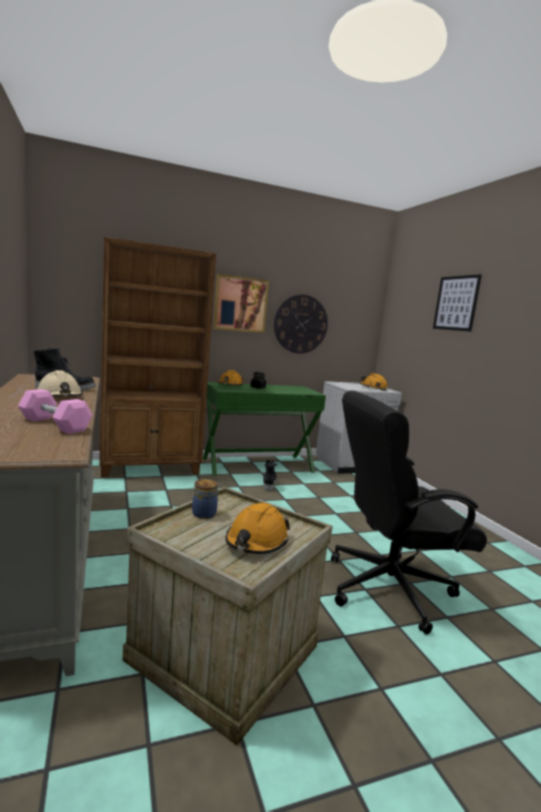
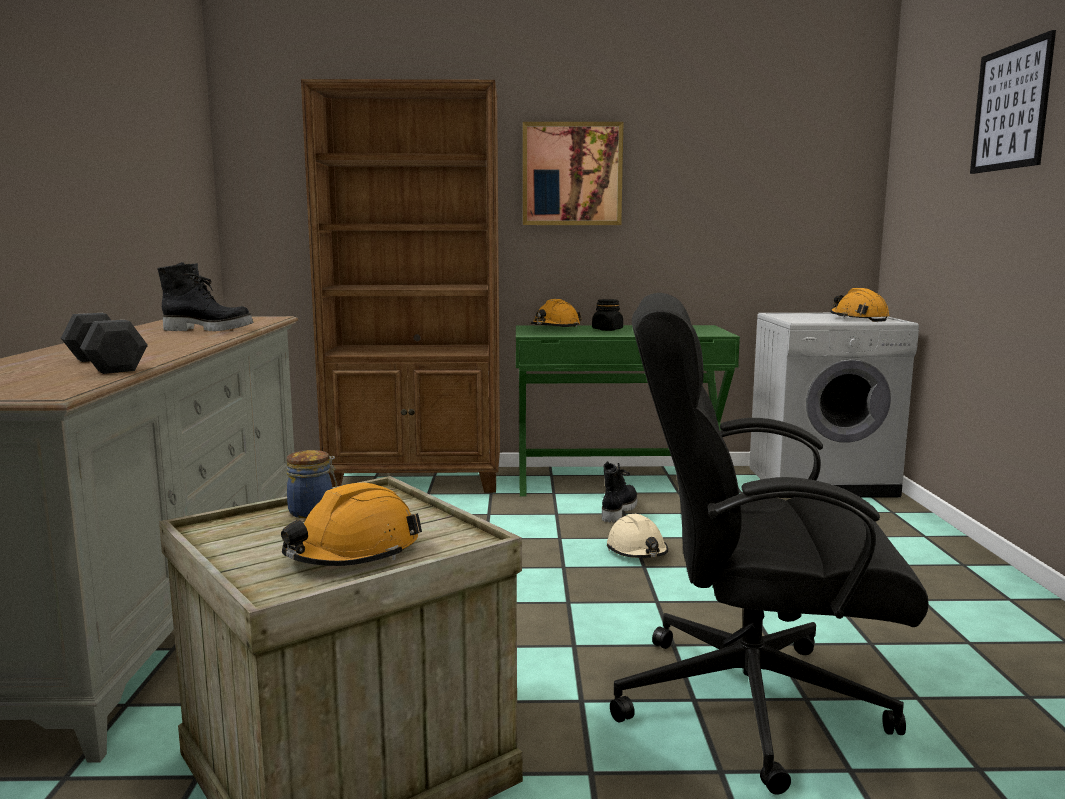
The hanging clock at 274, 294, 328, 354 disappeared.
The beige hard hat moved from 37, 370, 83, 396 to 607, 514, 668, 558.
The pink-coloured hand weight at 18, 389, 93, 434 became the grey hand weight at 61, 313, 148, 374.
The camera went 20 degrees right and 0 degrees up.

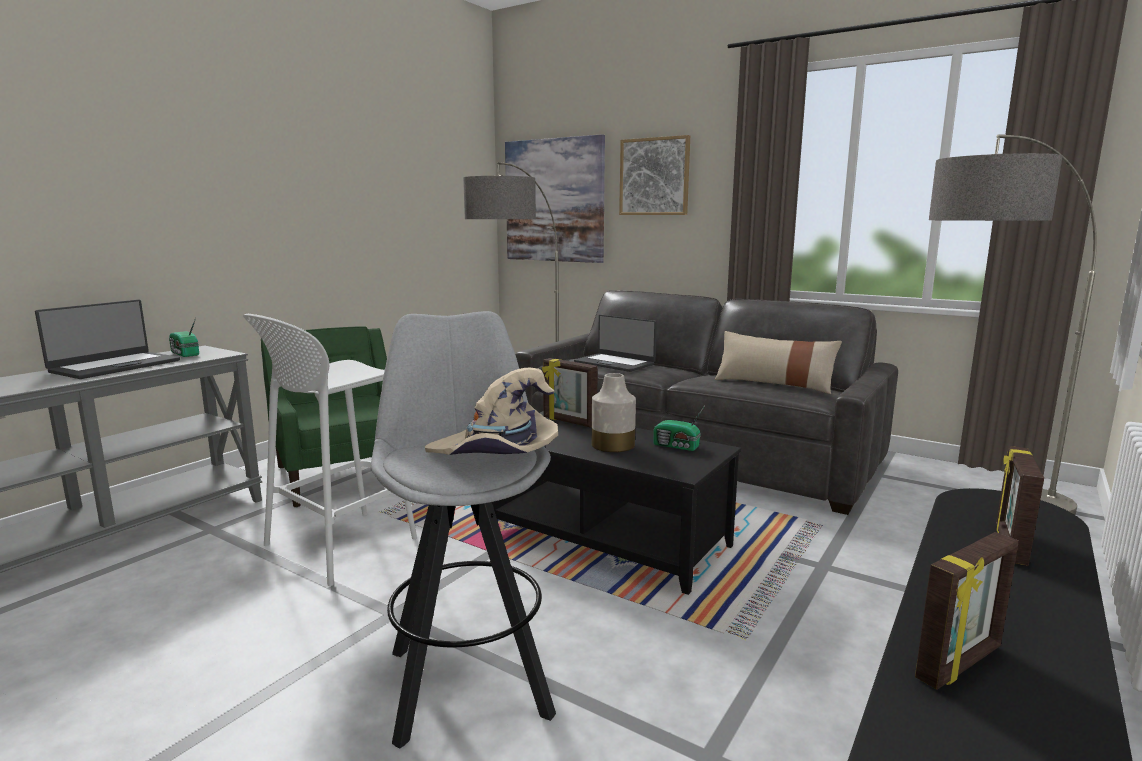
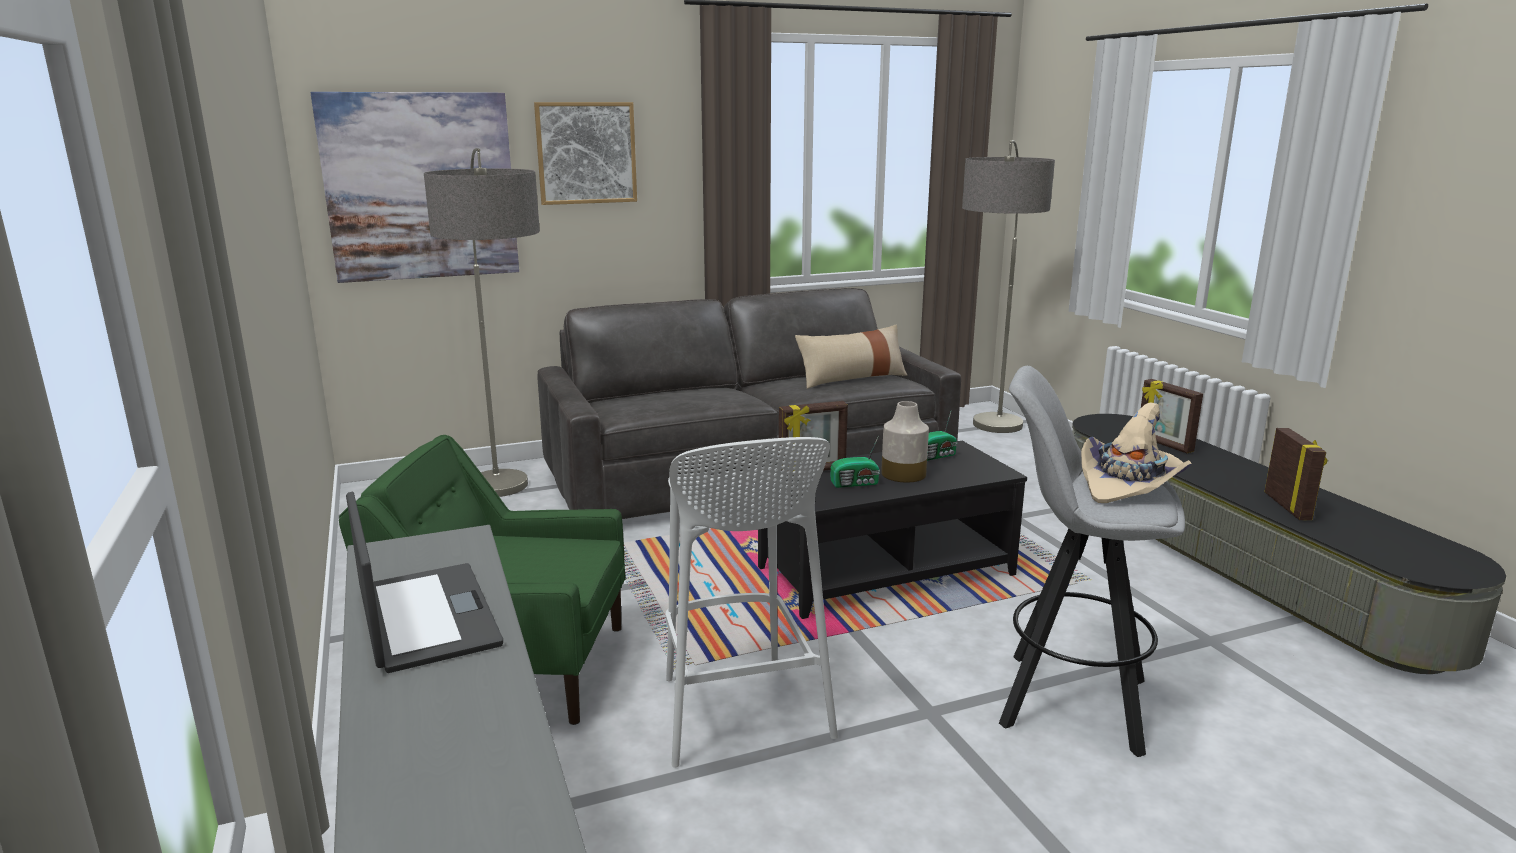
The notebook computer at 574, 315, 657, 372 disappeared.
The radio set moved from 169, 318, 199, 357 to 831, 437, 880, 488.
The camera went 55 degrees left and 5 degrees up.

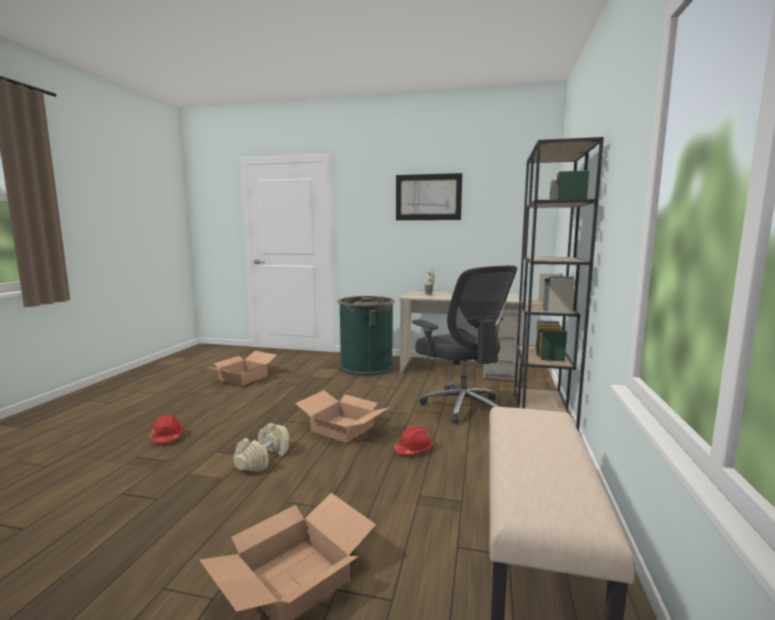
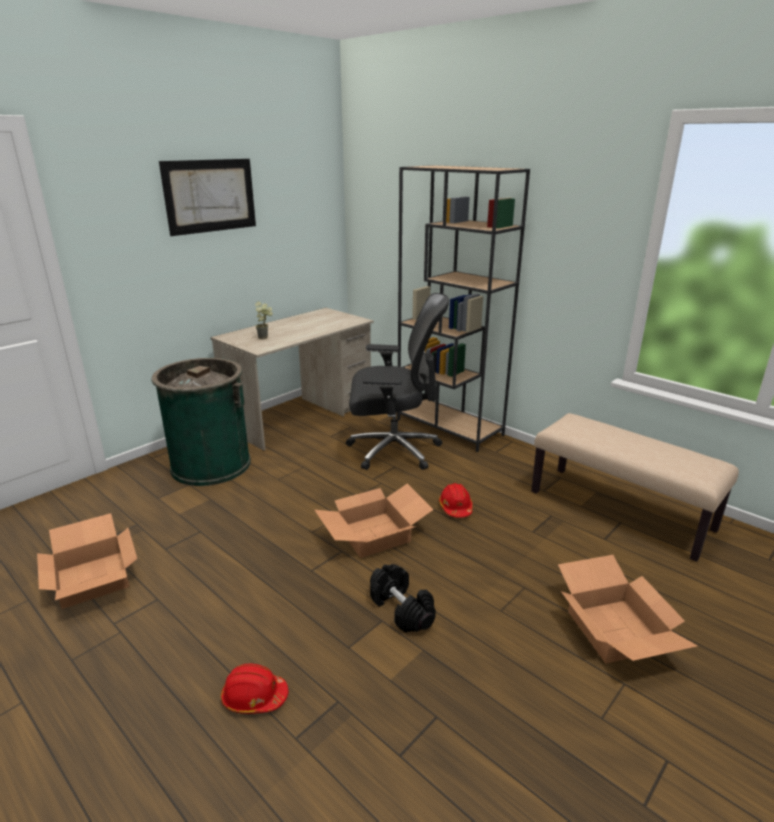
The beige hand weight at 234, 423, 289, 473 became the black-coloured hand weight at 370, 564, 436, 633.
The camera went 60 degrees left and 15 degrees up.

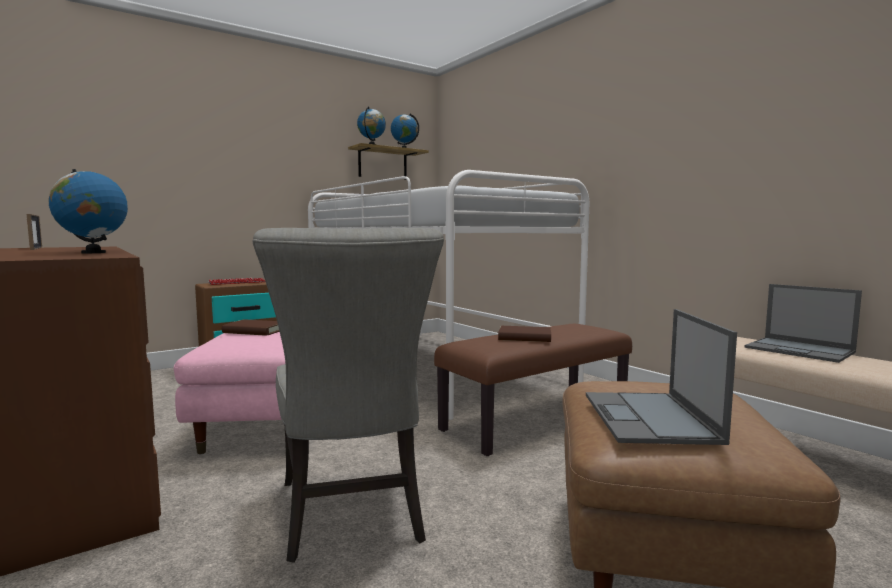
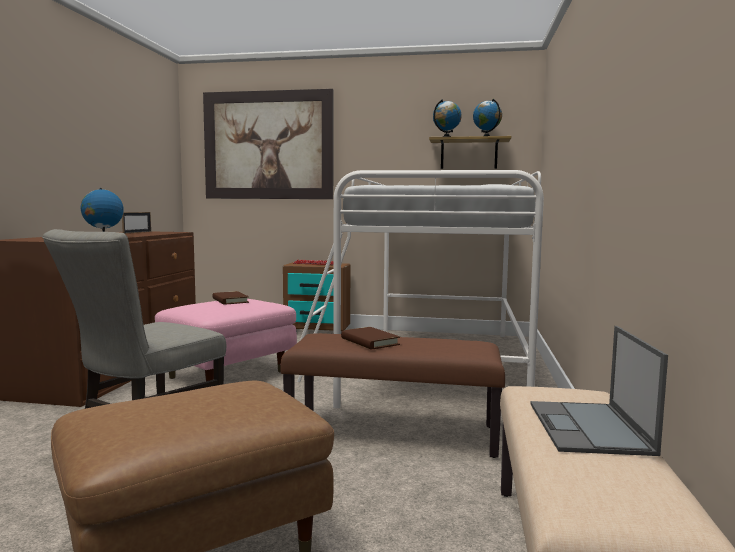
The notebook computer at 586, 309, 737, 445 disappeared.
The wall art at 203, 89, 334, 199 appeared.
The camera went 45 degrees right and 0 degrees up.

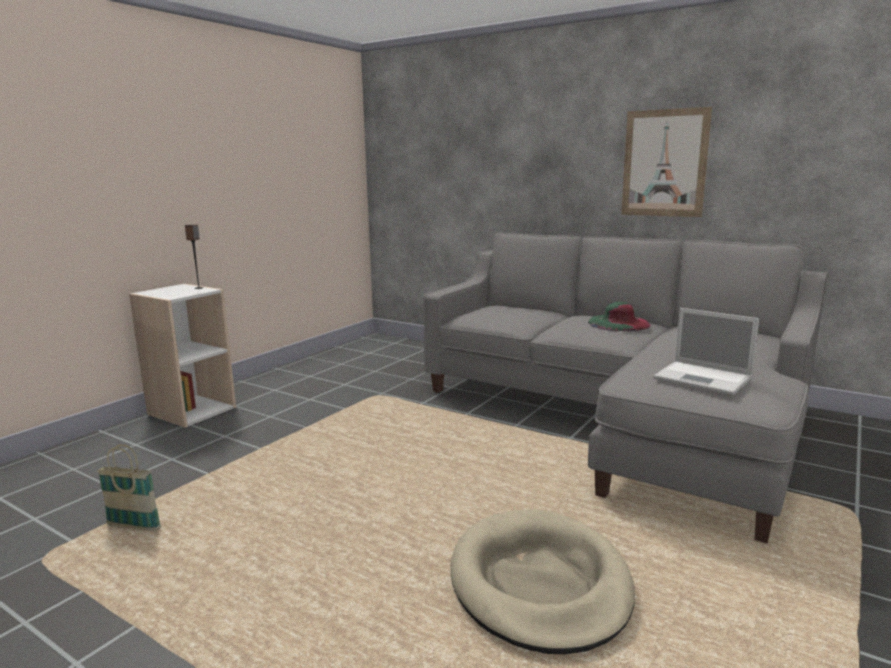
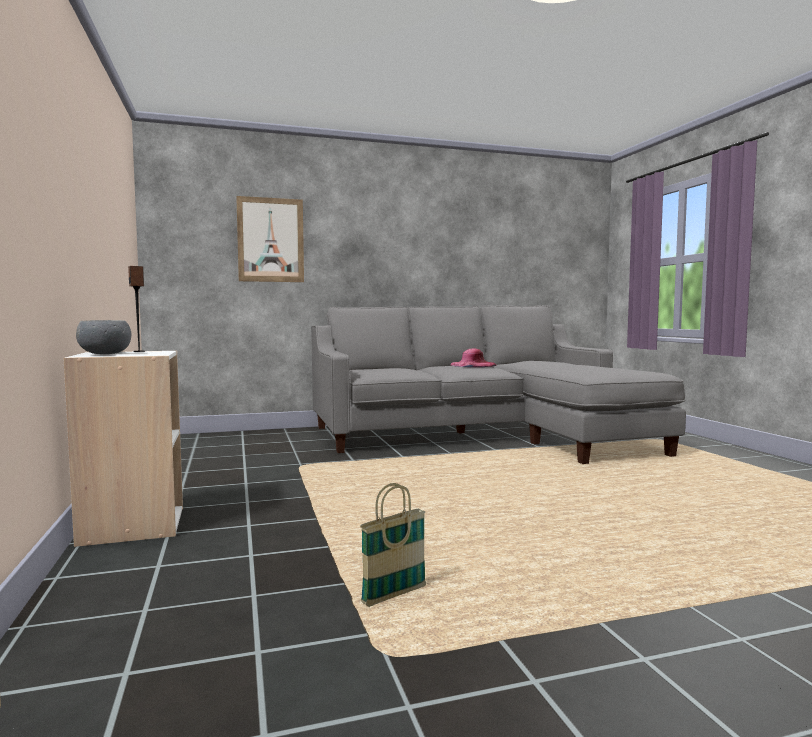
The beige pet bed at 450, 509, 635, 654 disappeared.
The notebook computer at 653, 308, 759, 395 disappeared.
The grey deep dish at 76, 320, 131, 354 appeared.
The wall art moved from 621, 107, 712, 217 to 236, 196, 304, 282.
The green hat at 588, 302, 651, 331 became the pink-coloured hat at 450, 348, 497, 367.
The camera went 50 degrees left and 10 degrees down.

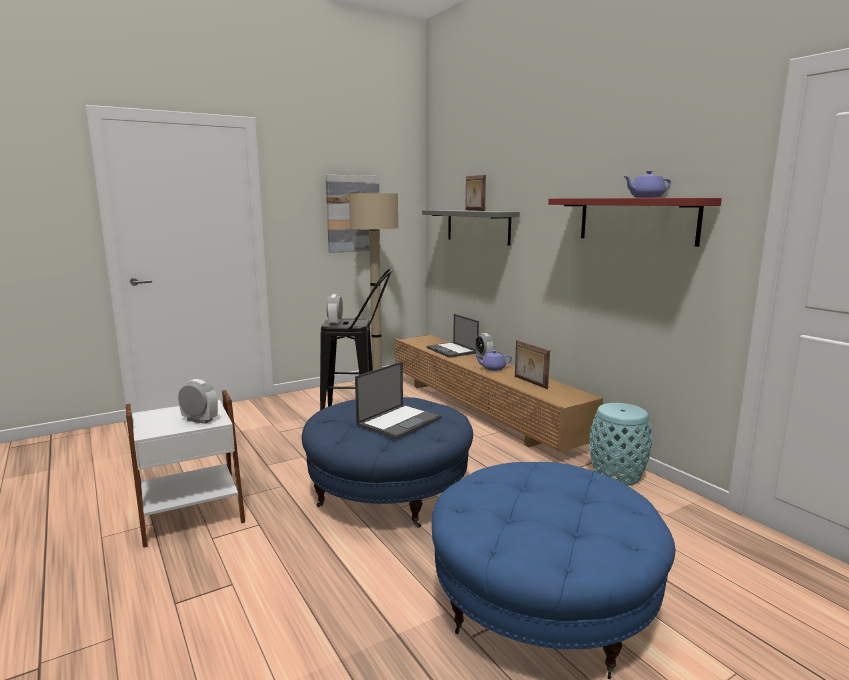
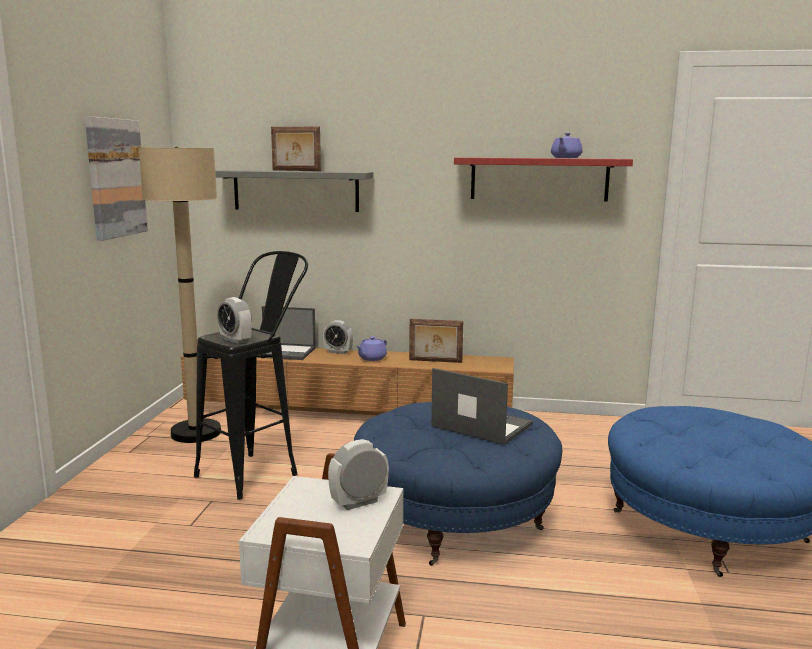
The turquoise stool seat at 589, 403, 652, 486 disappeared.
The notebook computer at 355, 362, 442, 440 turned 45 degrees counterclockwise.
The camera went 50 degrees left and 0 degrees up.

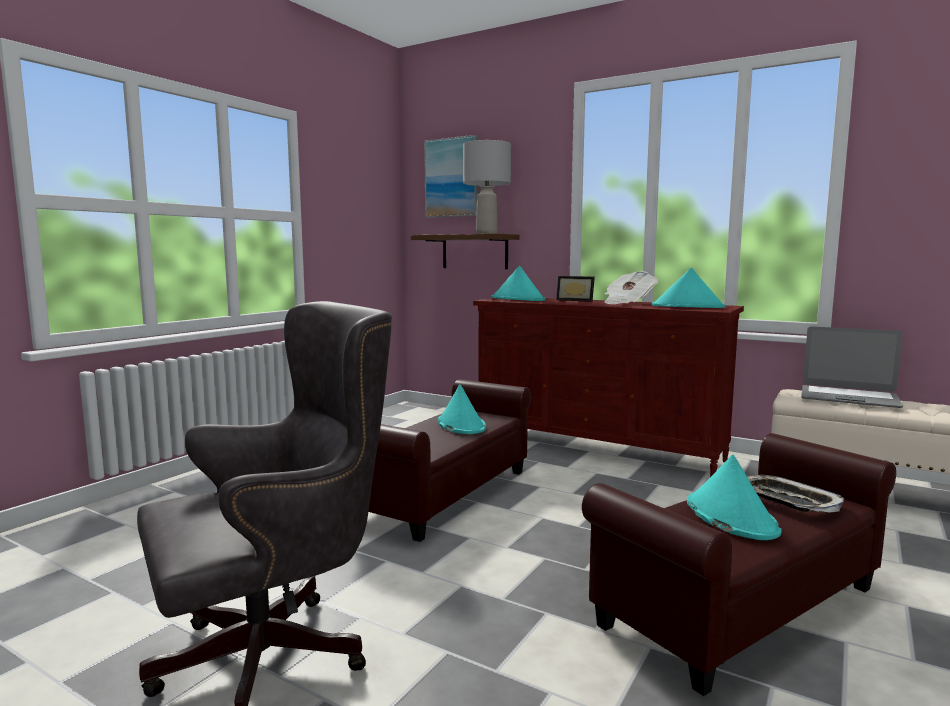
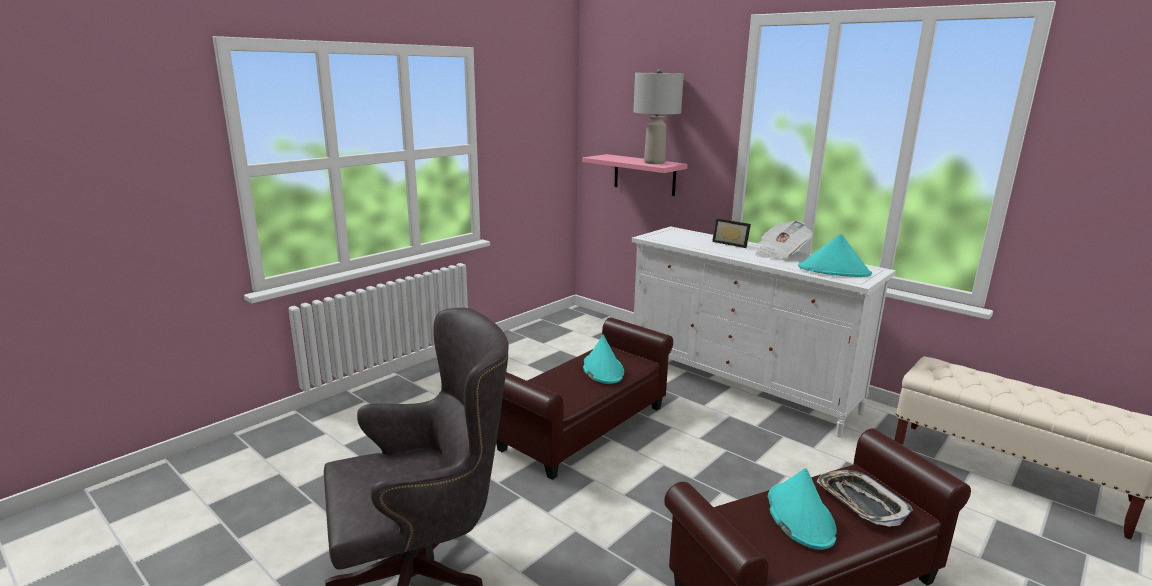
The wall art at 424, 135, 479, 218 disappeared.
The turquoise hat at 491, 266, 546, 301 disappeared.
The notebook computer at 801, 326, 903, 408 disappeared.
The brownish bracket shelf at 411, 234, 520, 269 became the pink-coloured bracket shelf at 582, 154, 688, 196.
The red drawer chest at 473, 298, 744, 477 became the white drawer chest at 632, 226, 896, 437.
The camera went 10 degrees right and 10 degrees up.

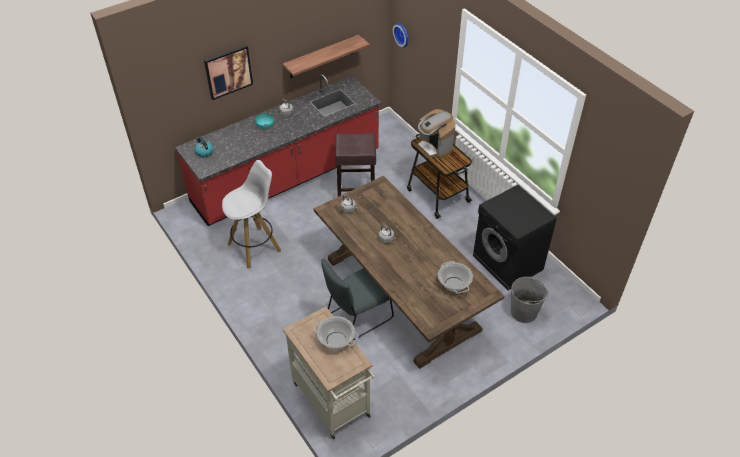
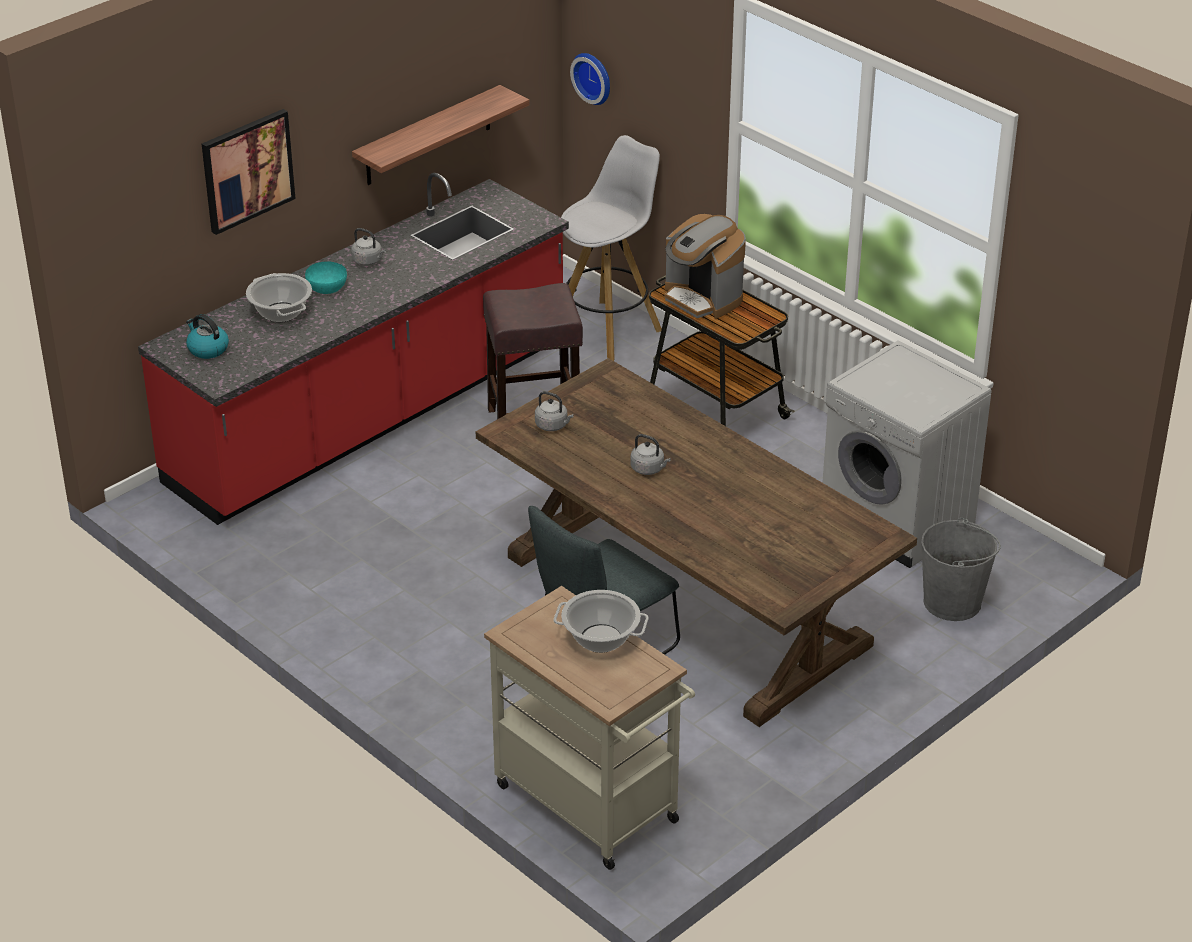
The white stool seat moved from 222, 160, 281, 269 to 561, 135, 662, 361.
The stockpot moved from 438, 261, 473, 294 to 246, 273, 312, 322.
The black-coloured laundry appliance at 473, 185, 557, 290 became the white laundry appliance at 822, 340, 991, 568.
The camera went 10 degrees left and 10 degrees down.

